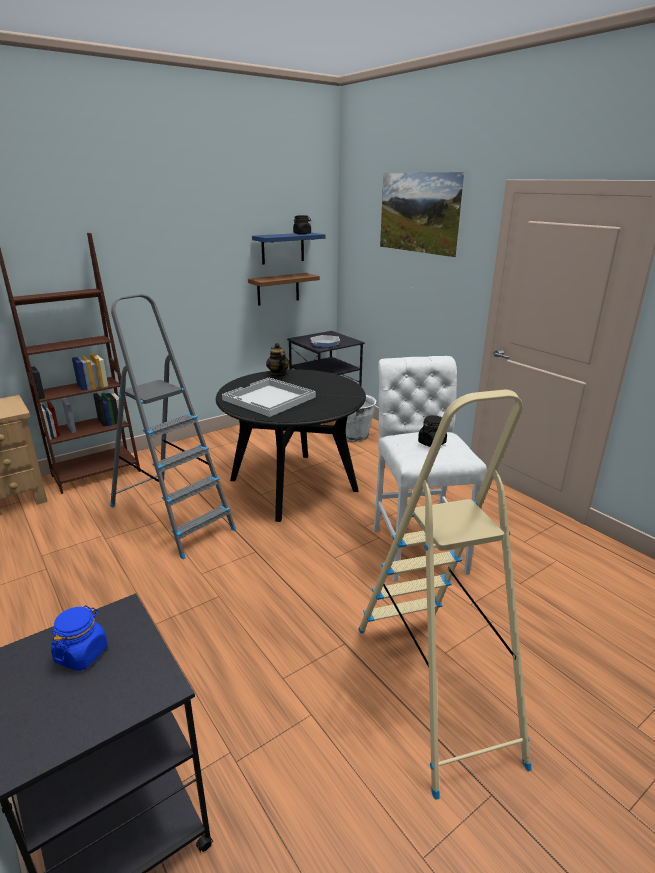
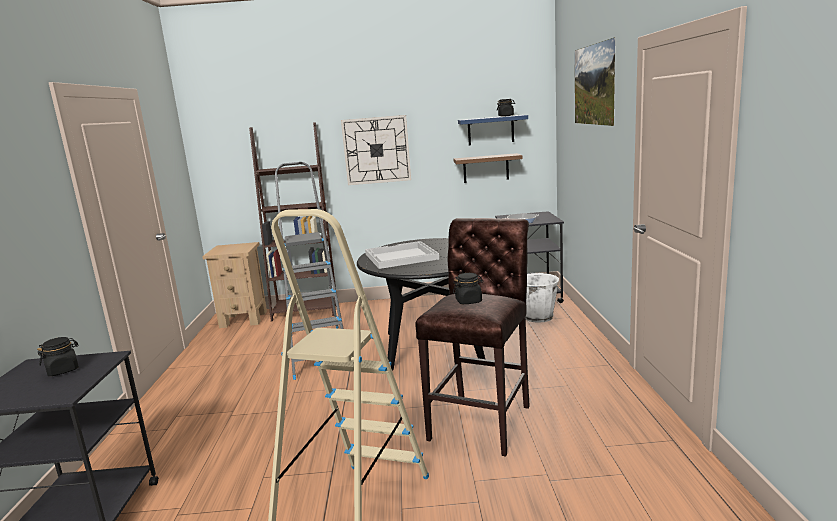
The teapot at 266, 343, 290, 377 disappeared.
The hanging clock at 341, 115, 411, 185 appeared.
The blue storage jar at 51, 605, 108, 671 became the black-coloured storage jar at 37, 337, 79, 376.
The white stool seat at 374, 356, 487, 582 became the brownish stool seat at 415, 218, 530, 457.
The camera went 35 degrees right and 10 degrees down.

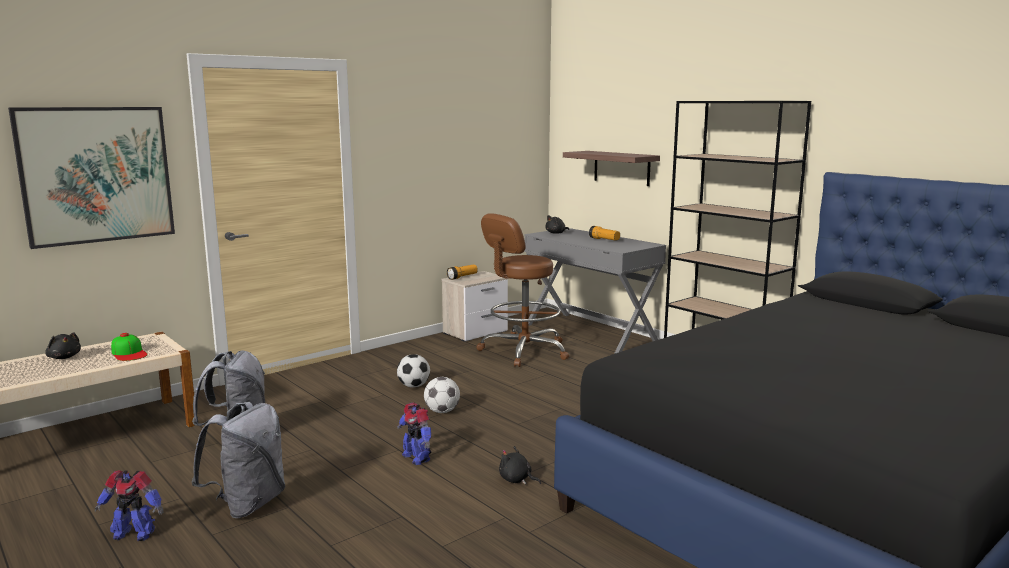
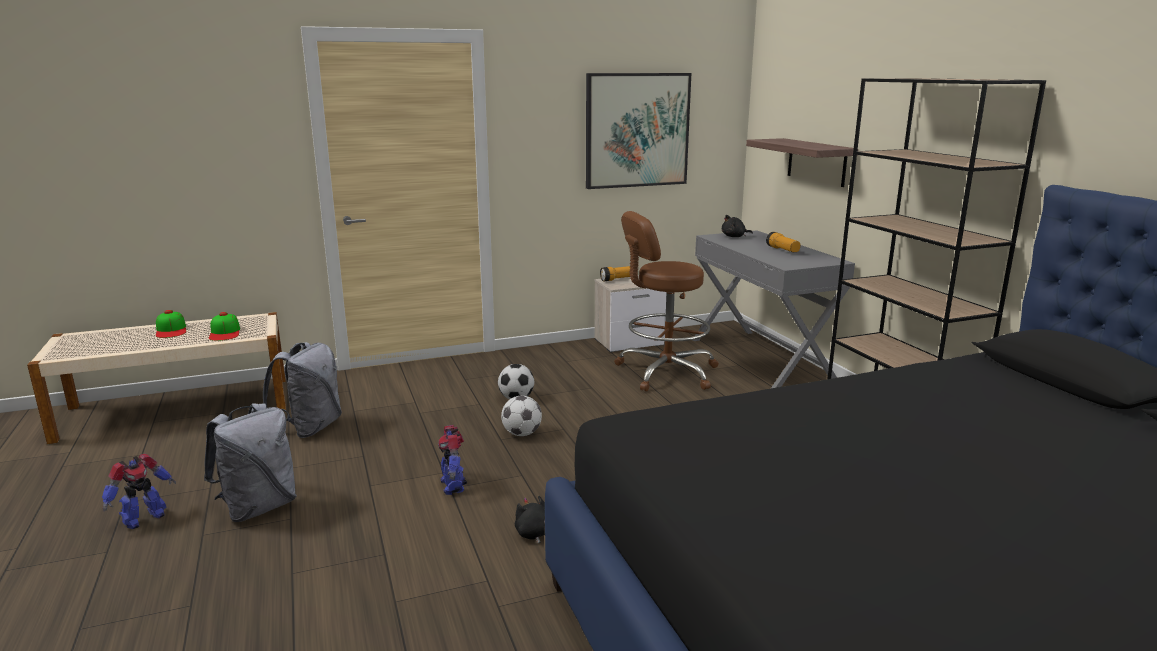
The wall art moved from 8, 107, 175, 249 to 586, 73, 691, 189.
The black-coloured plush toy at 45, 333, 81, 359 was replaced by the peaked cap at 156, 310, 186, 338.
The toy robot at 95, 470, 163, 541 turned 75 degrees counterclockwise.
The camera went 20 degrees right and 5 degrees up.

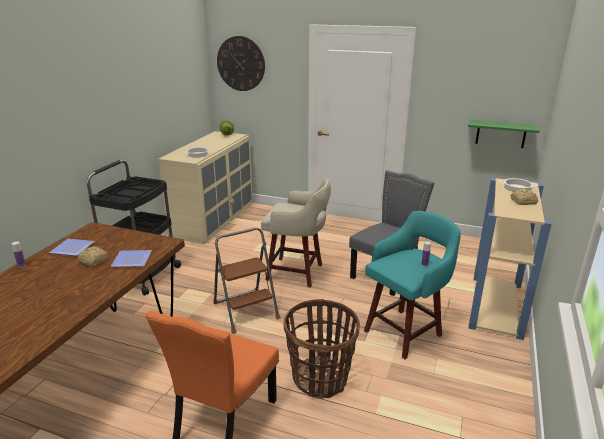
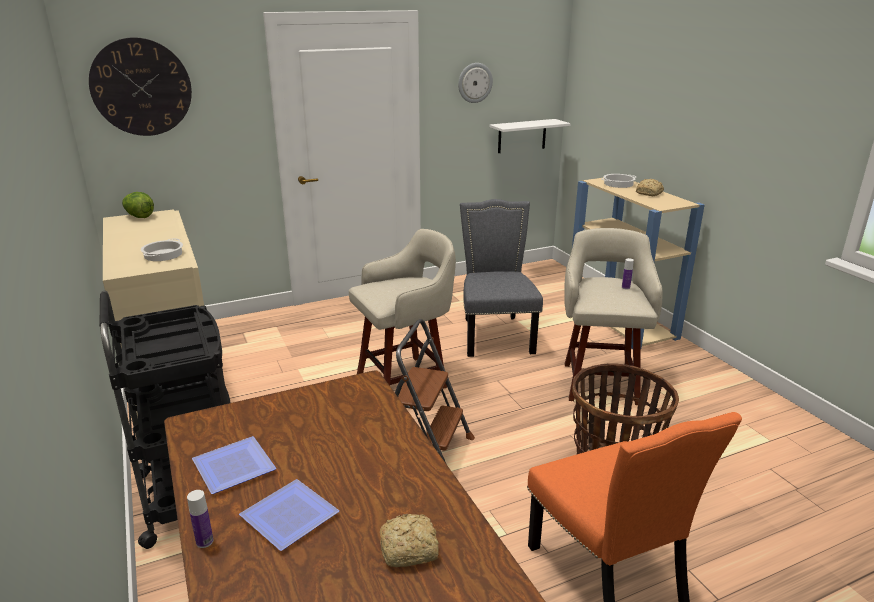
The hanging clock at 458, 63, 493, 103 appeared.
The bakery bread moved from 78, 246, 109, 267 to 380, 514, 439, 567.
The plate moved from 111, 250, 152, 267 to 239, 479, 339, 551.
The turquoise stool seat at 364, 211, 461, 359 became the beige stool seat at 564, 228, 663, 405.
The green bracket shelf at 468, 120, 539, 148 became the white bracket shelf at 489, 119, 571, 153.
The camera went 45 degrees left and 0 degrees up.

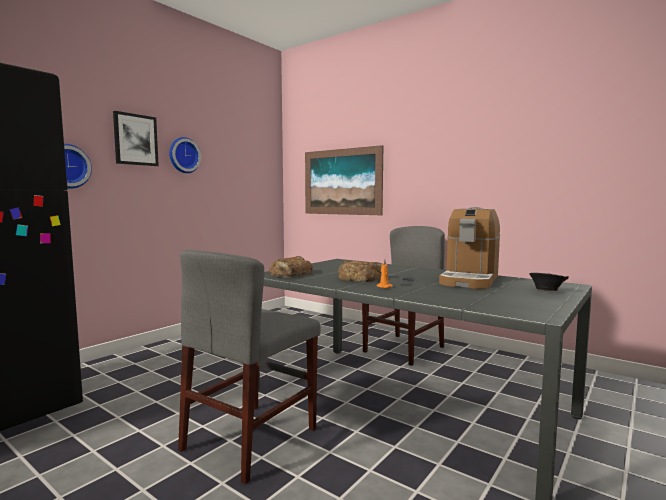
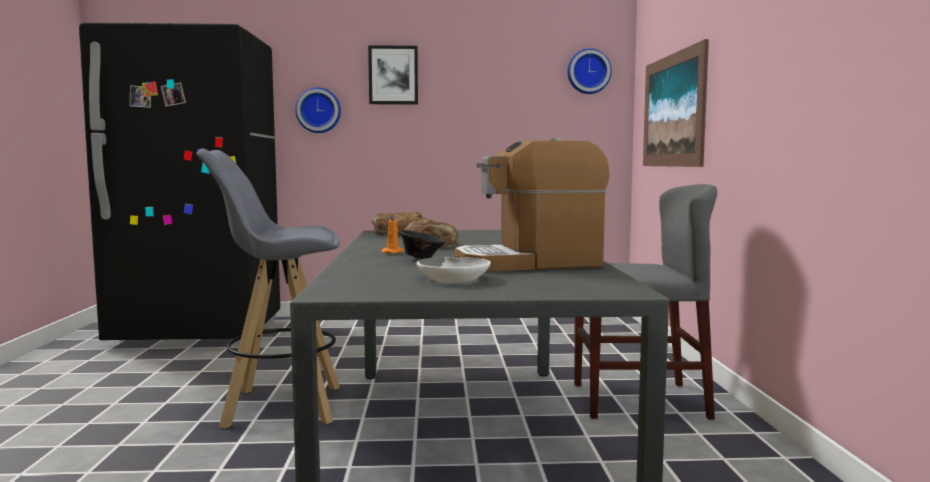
The white deep dish at 417, 257, 491, 283 appeared.
The hanging clock moved from 169, 137, 201, 173 to 567, 48, 612, 94.
The black-coloured deep dish moved from 529, 273, 569, 291 to 399, 230, 446, 259.
The grey plain chair at 178, 249, 321, 484 was replaced by the grey stool seat at 196, 149, 340, 429.
The camera went 50 degrees right and 0 degrees up.

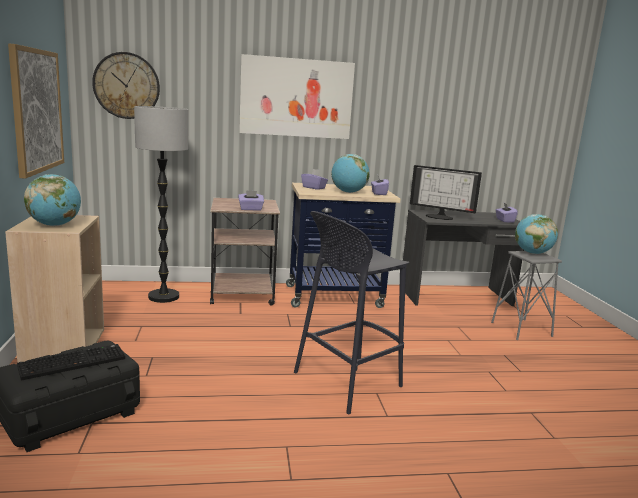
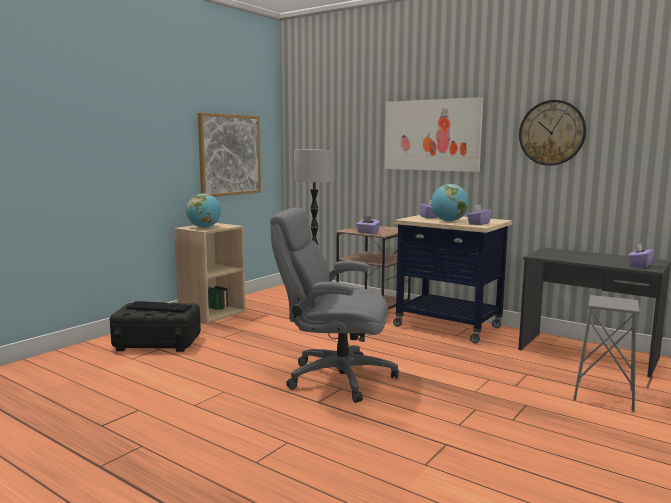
The computer screen at 410, 165, 482, 220 disappeared.
The desk globe at 515, 214, 558, 254 disappeared.
The hanging clock moved from 92, 52, 160, 119 to 519, 100, 586, 166.
The grey stool seat at 294, 211, 409, 414 was replaced by the grey computer chair at 270, 207, 399, 403.
The camera went 45 degrees right and 5 degrees down.

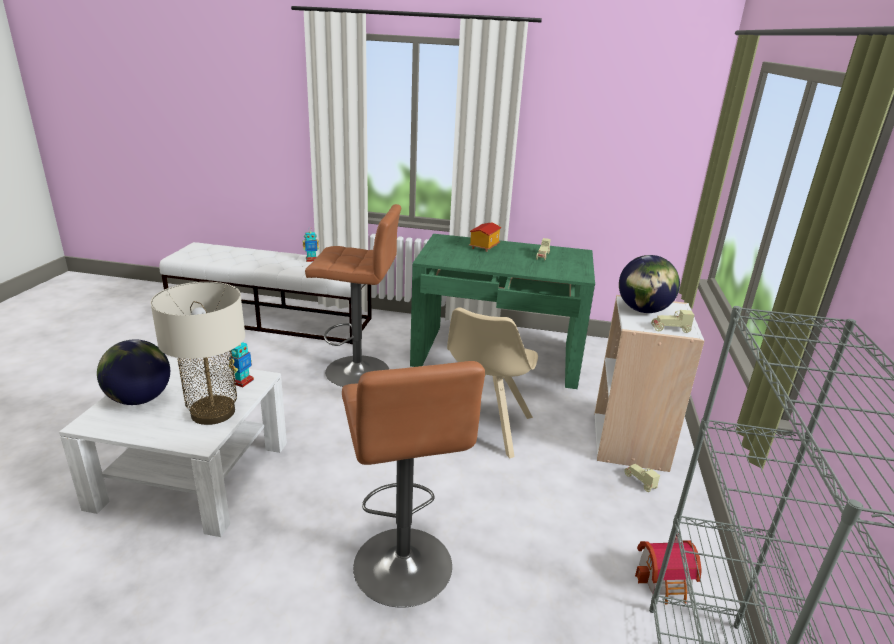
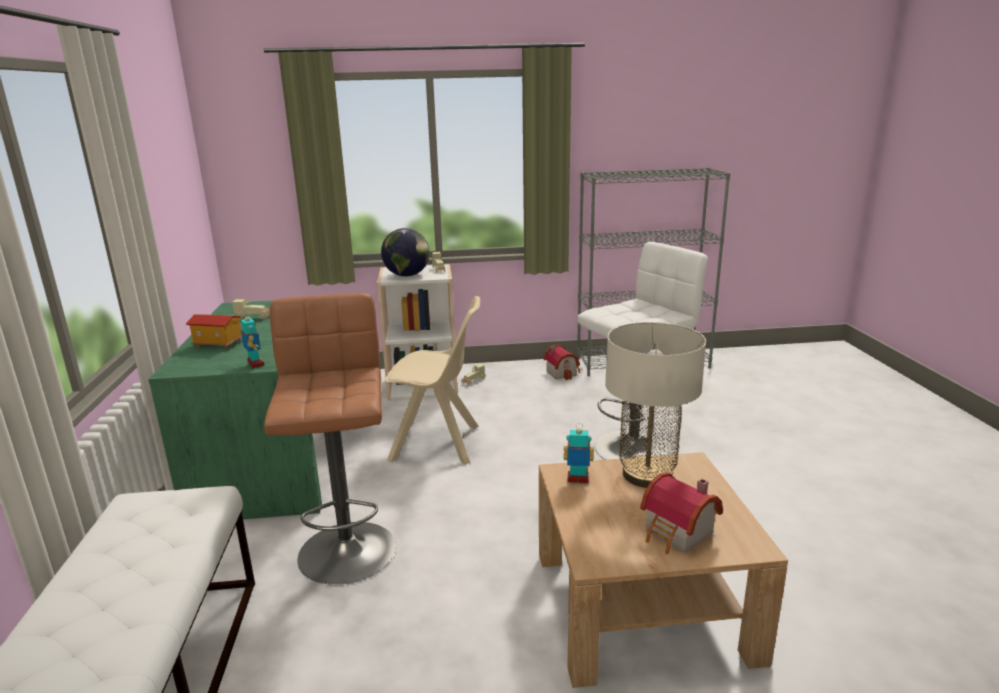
The toy robot moved from 303, 228, 319, 262 to 241, 312, 265, 368.
The desk globe at 97, 339, 170, 405 was replaced by the toy house at 640, 472, 723, 554.
The white lounge table at 59, 357, 287, 537 became the brownish lounge table at 539, 452, 788, 688.
The brownish stool seat at 342, 361, 485, 608 became the white stool seat at 578, 242, 708, 460.
The camera went 105 degrees left and 5 degrees down.

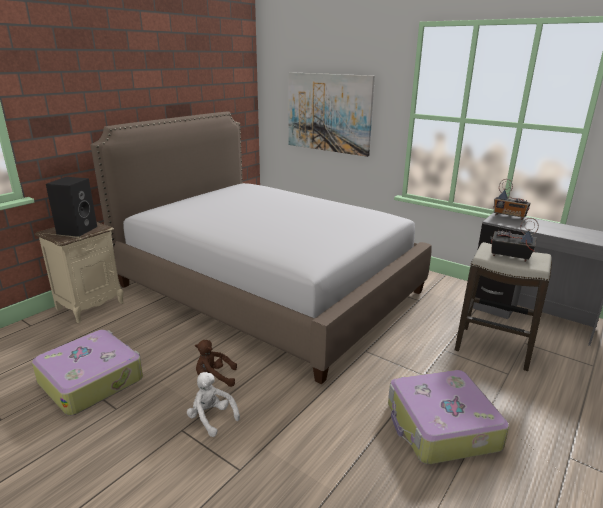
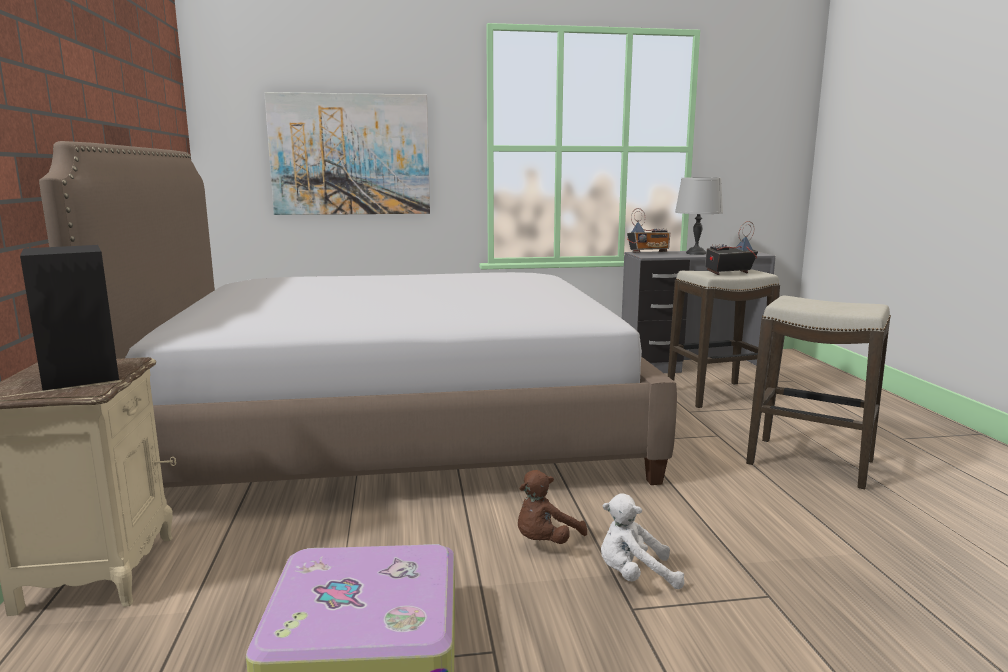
The grey lamp for a table at 675, 178, 723, 255 appeared.
The suitcase at 388, 370, 509, 464 was replaced by the stool seat at 746, 296, 891, 489.
The camera went 45 degrees left and 10 degrees down.

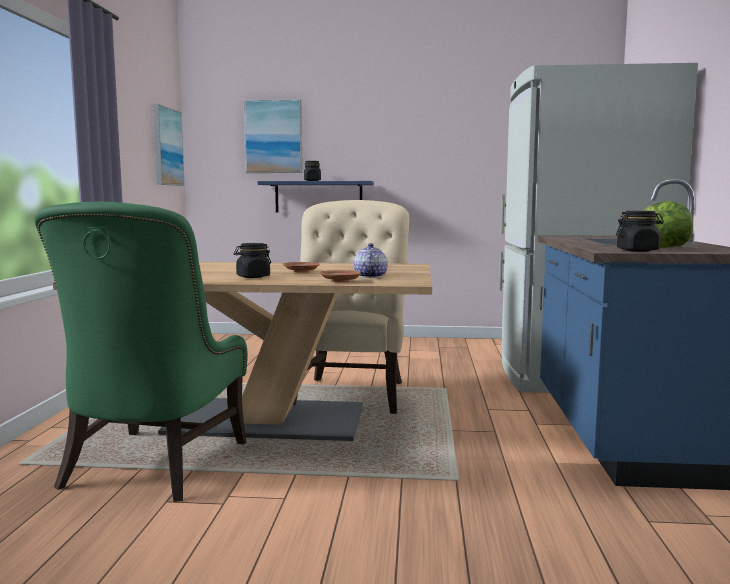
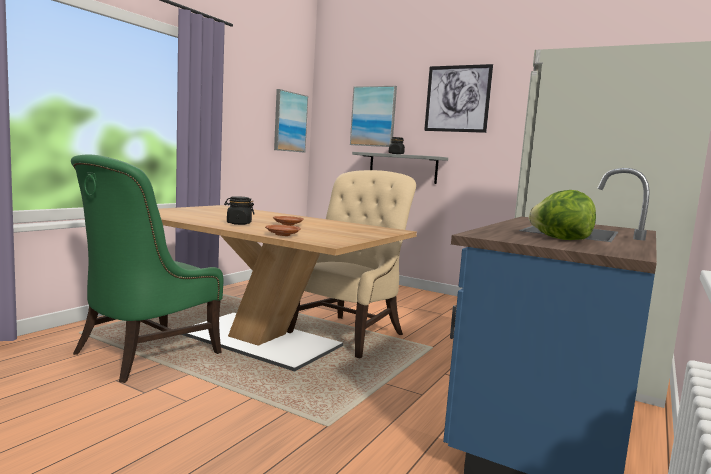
The teapot at 354, 243, 388, 278 disappeared.
The black-coloured storage jar at 616, 211, 664, 252 disappeared.
The wall art at 424, 64, 493, 133 appeared.
The blue bracket shelf at 257, 181, 374, 213 became the grey bracket shelf at 352, 152, 448, 184.
The camera went 25 degrees right and 0 degrees up.

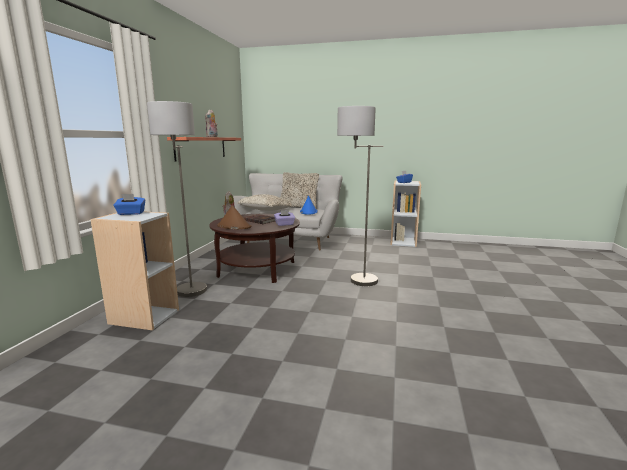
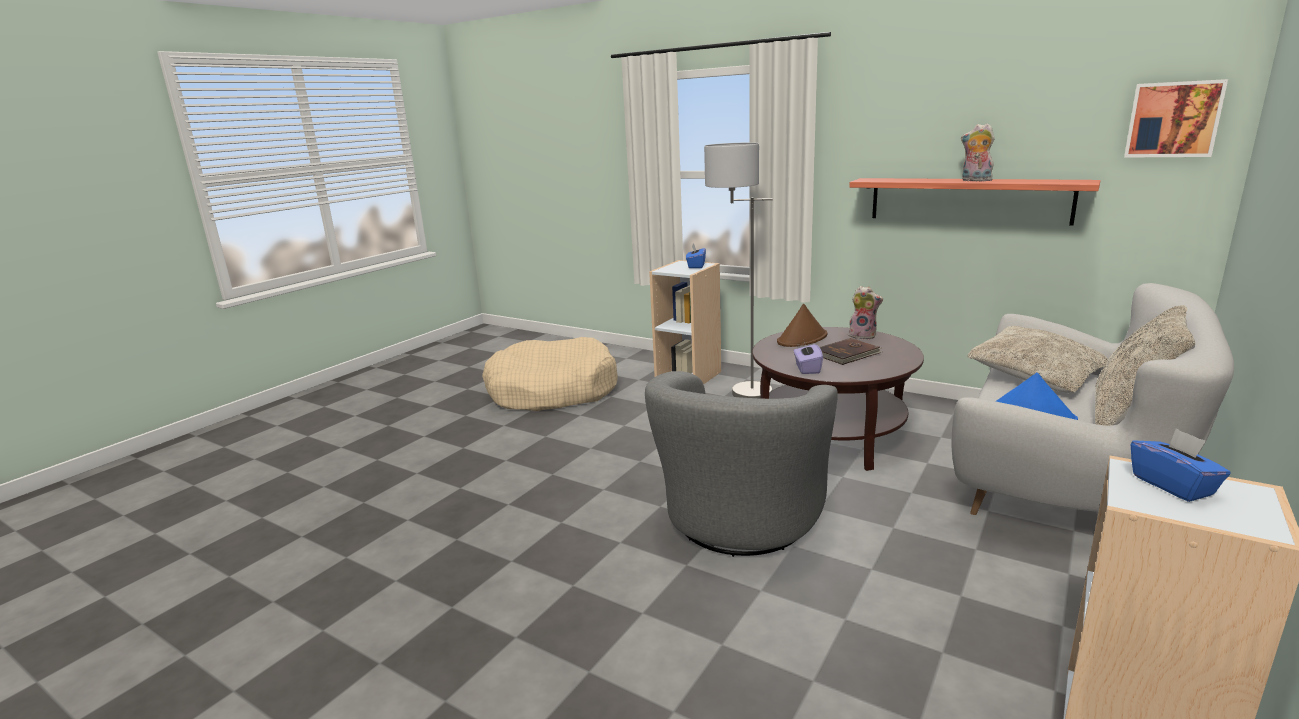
The beige pet bed at 482, 337, 618, 411 appeared.
The wall art at 1124, 79, 1228, 158 appeared.
The grey standing lamp at 337, 106, 383, 286 was replaced by the grey lounge chair at 645, 371, 838, 557.
The camera went 110 degrees right and 5 degrees up.

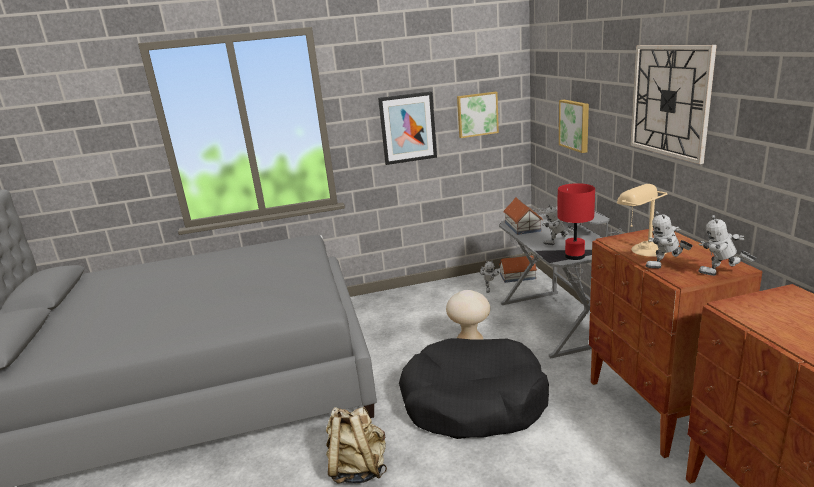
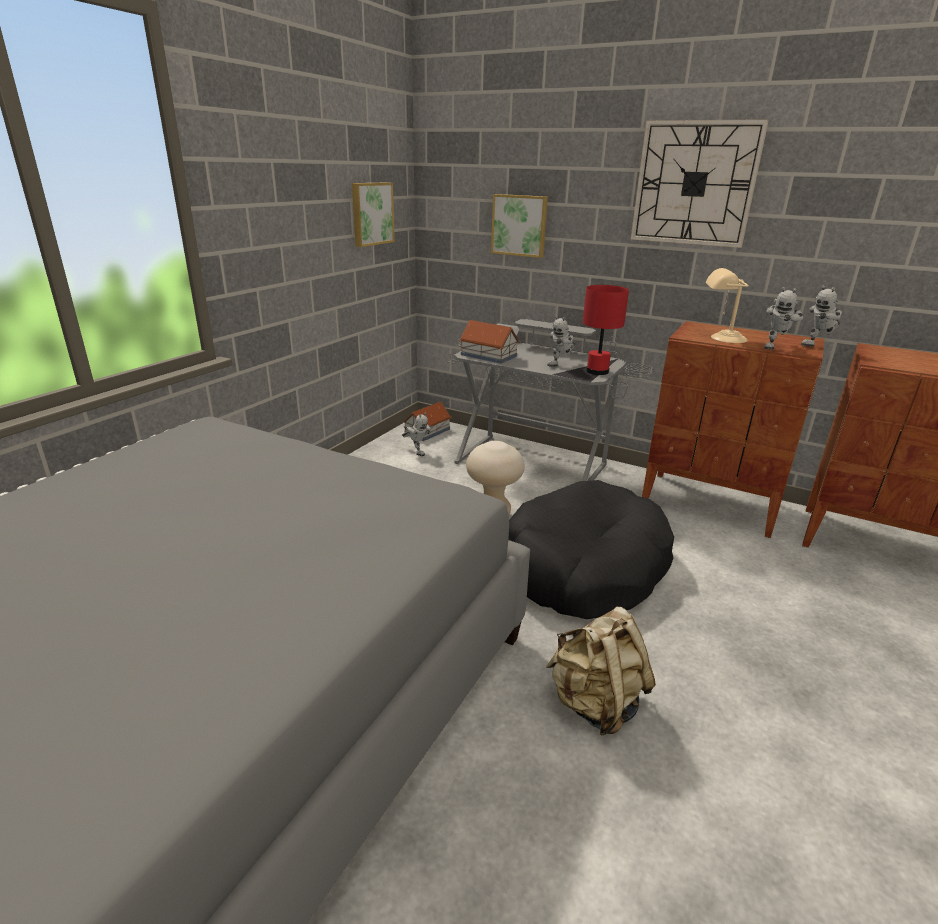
The wall art at 378, 91, 437, 165 disappeared.
The camera went 50 degrees left and 5 degrees up.

